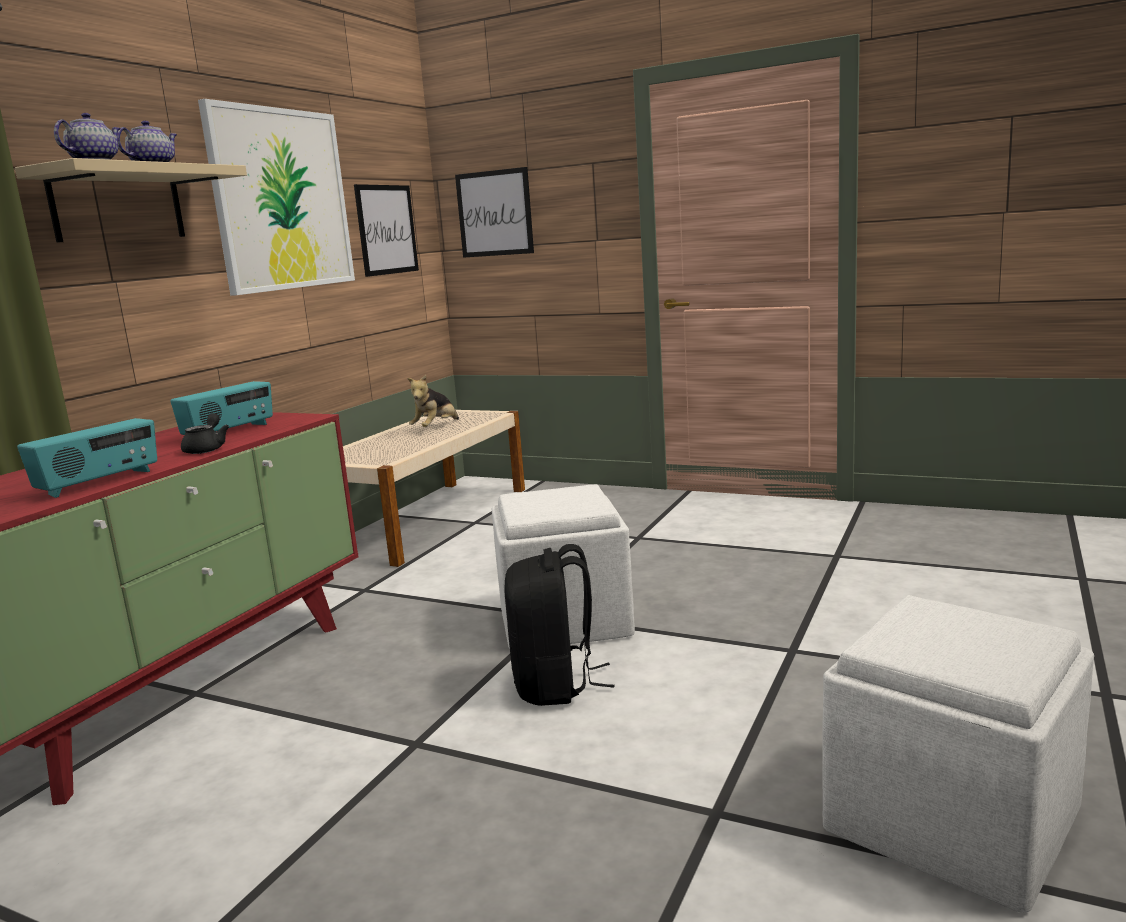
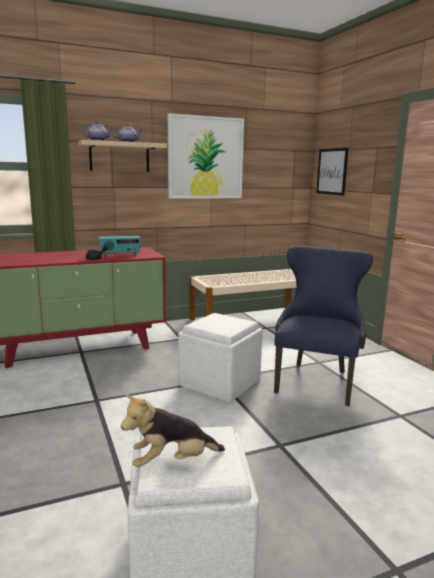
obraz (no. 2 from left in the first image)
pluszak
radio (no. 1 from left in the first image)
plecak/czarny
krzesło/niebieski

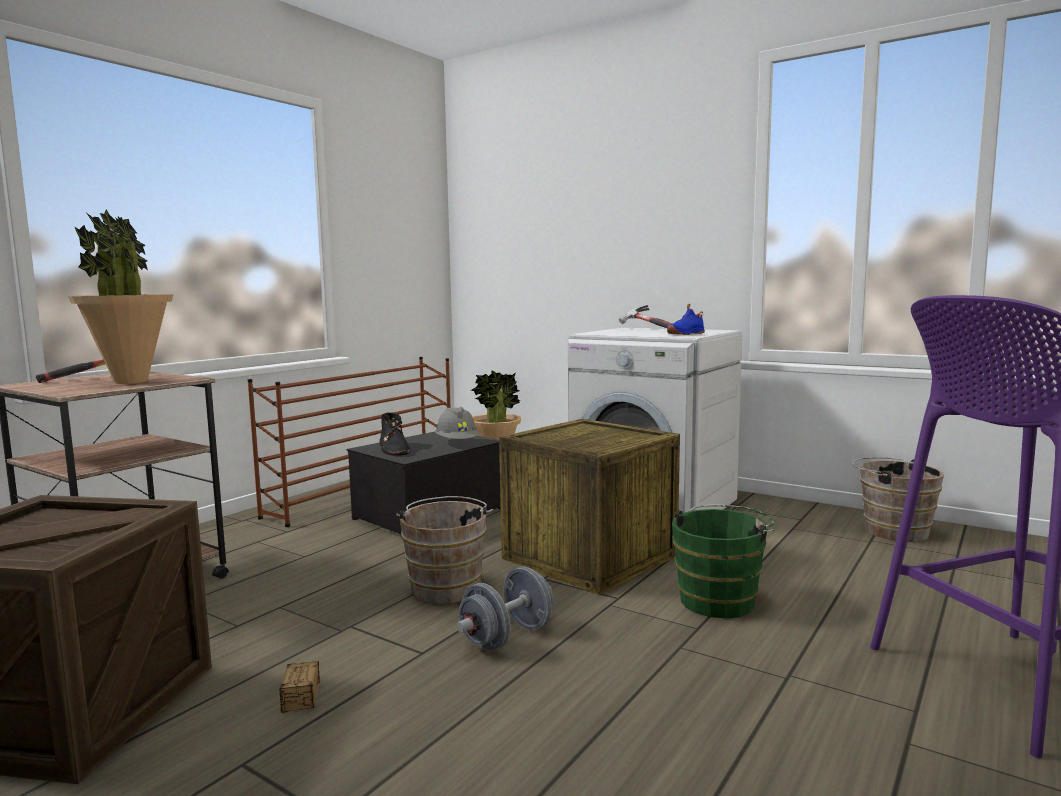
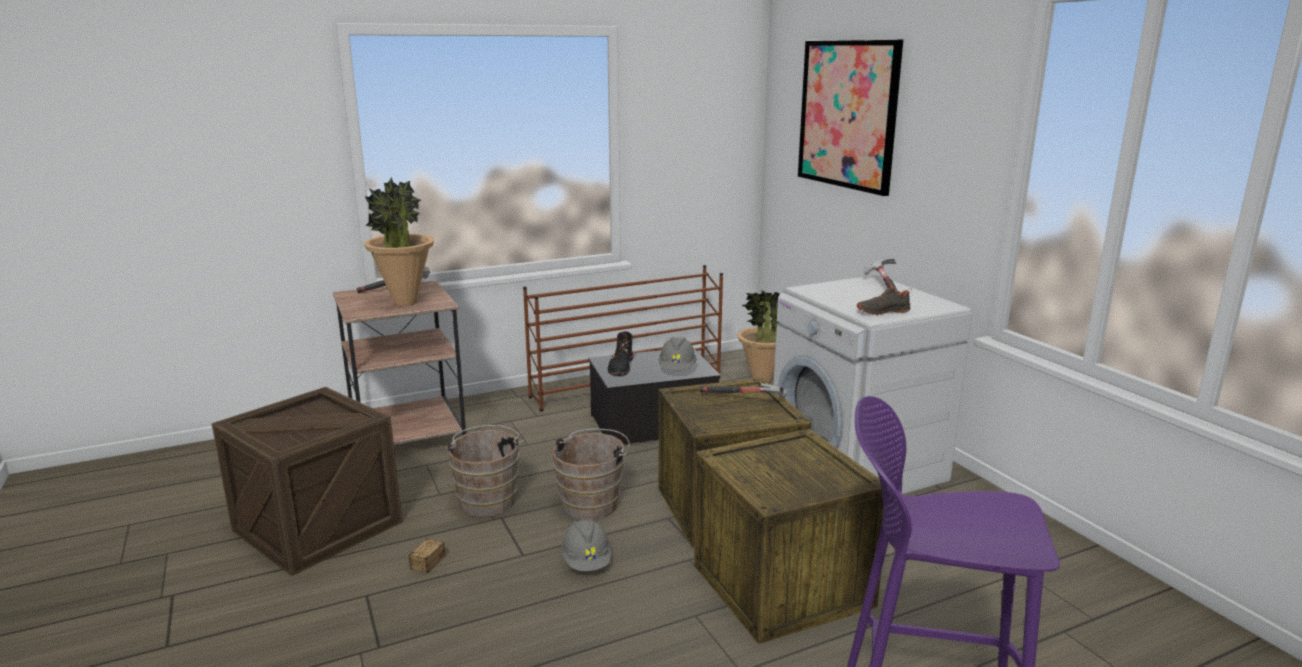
but/czarny
wiadro/brązowy (no. 1 from left)
skrzynka (no. 3 from left)
kask/szary (no. 1 from left)
obraz
młotek (no. 2 from left)

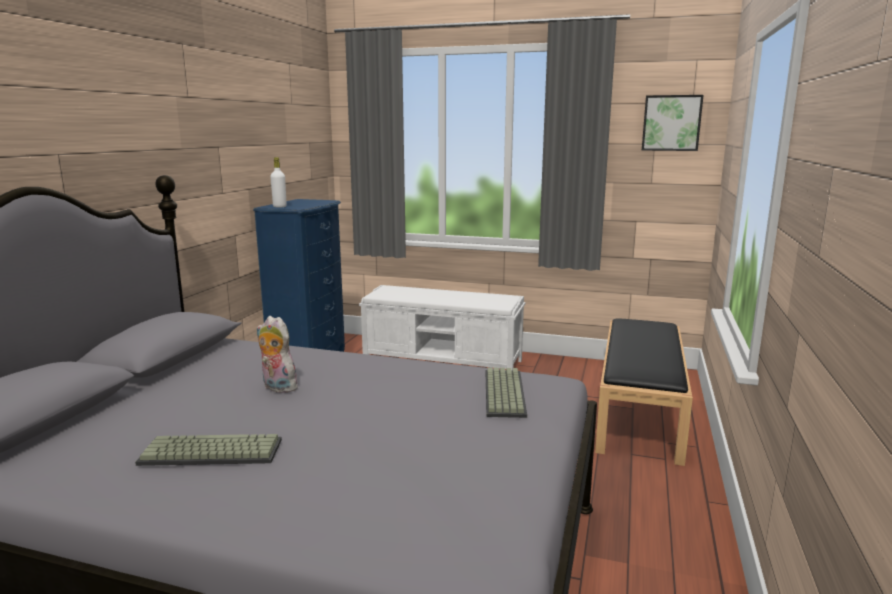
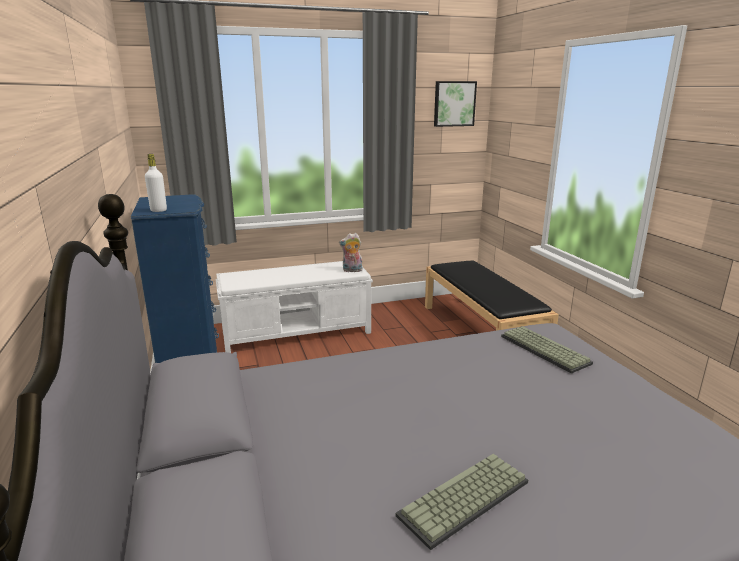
pluszak

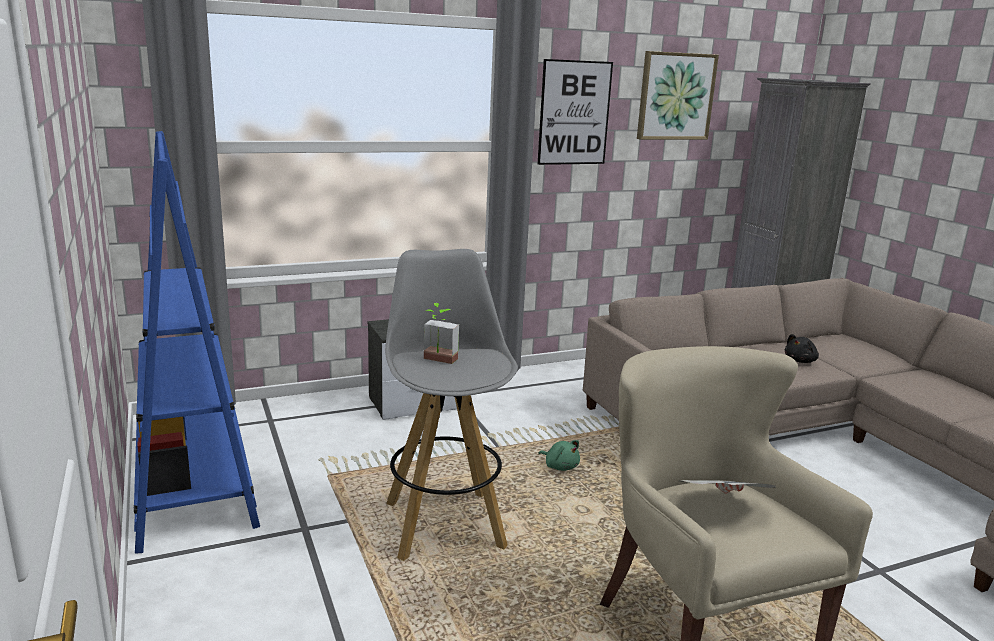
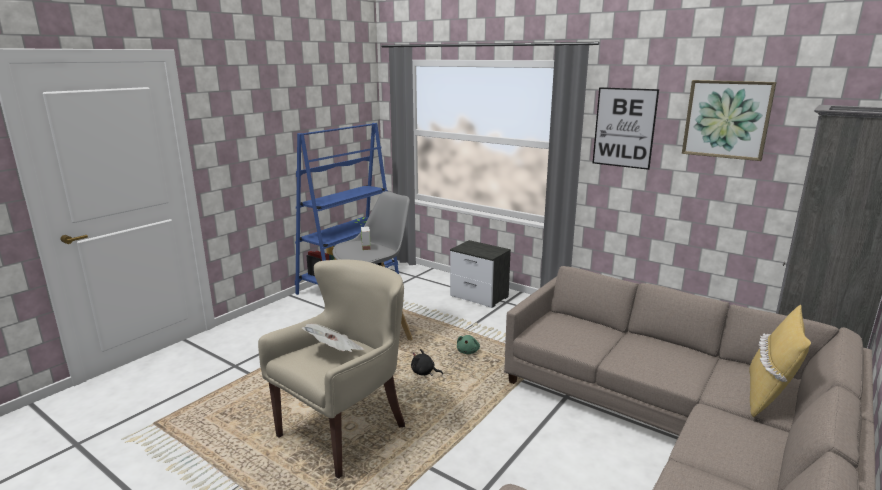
pluszak/czarny
poduszka/żółty

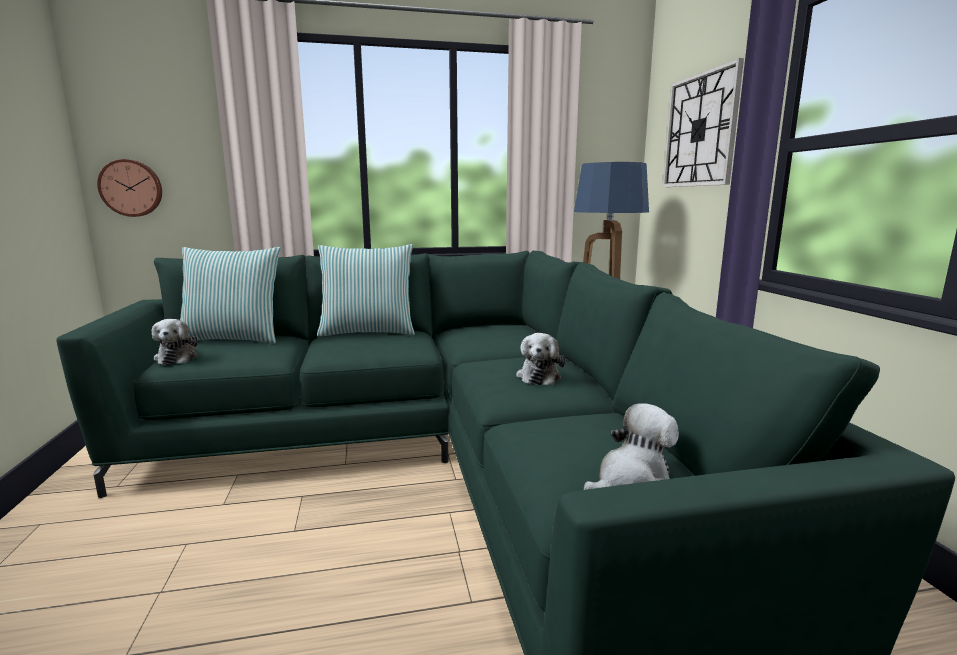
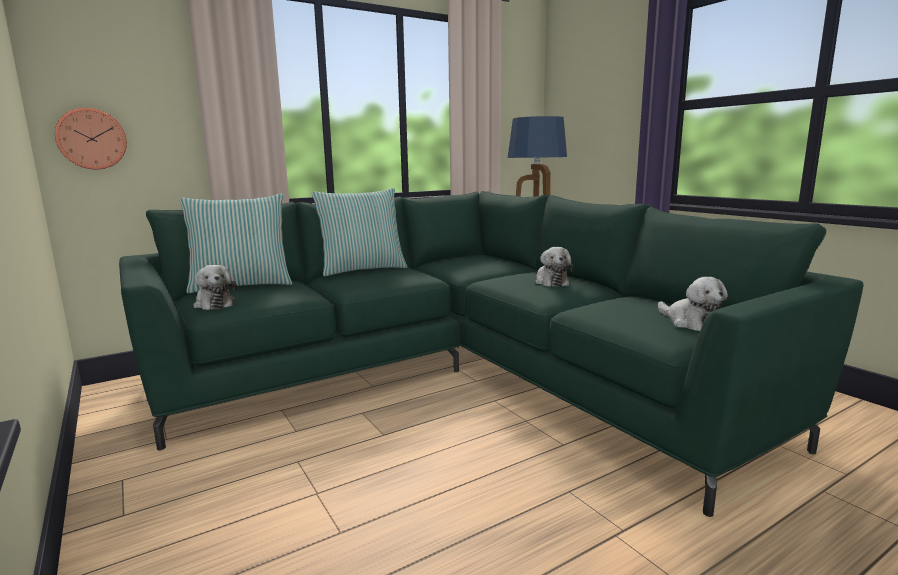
zegar ścienny (no. 2 from left in the first image)
pluszak (no. 3 from left)

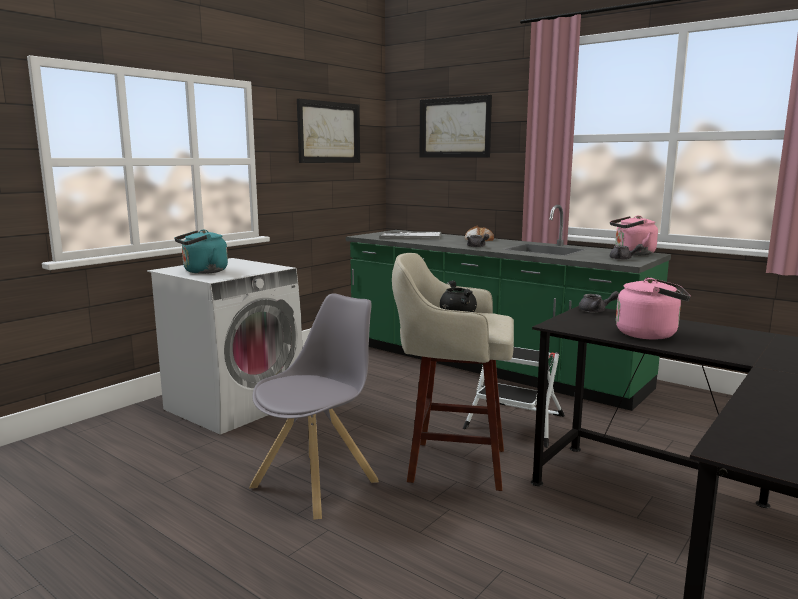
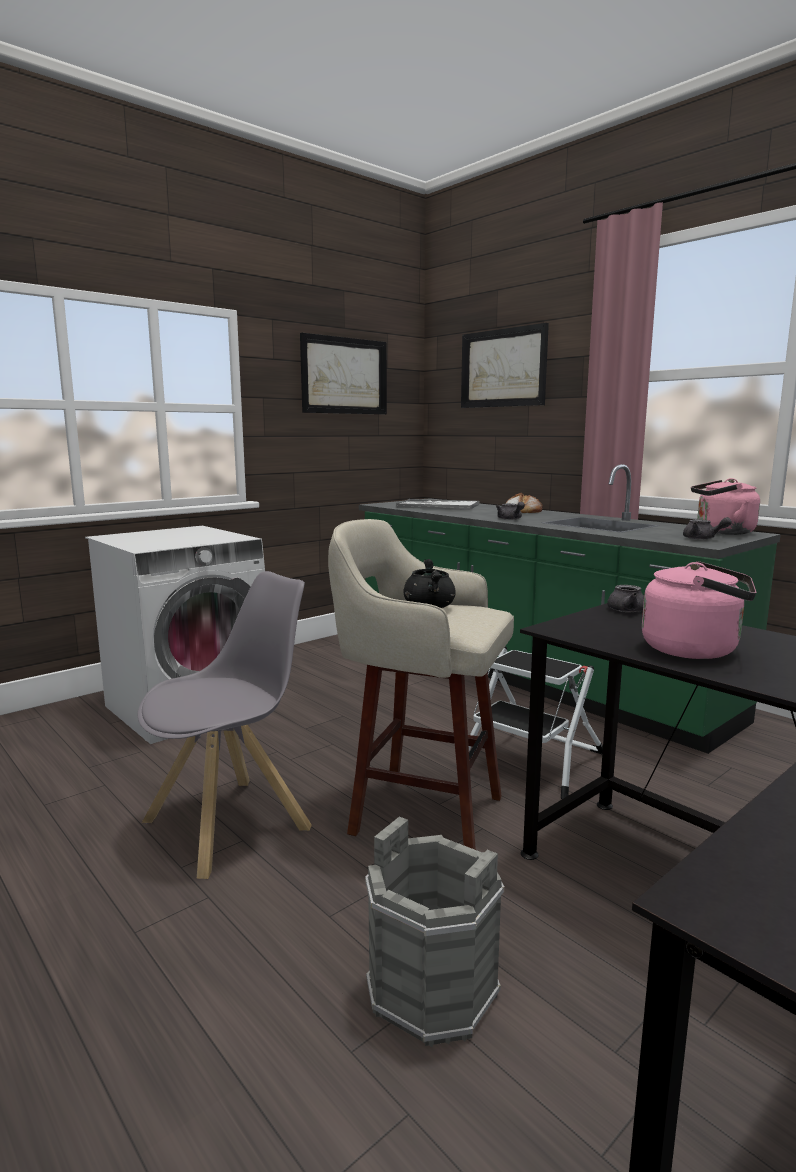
czajnik/turkusowy
wiadro/szary

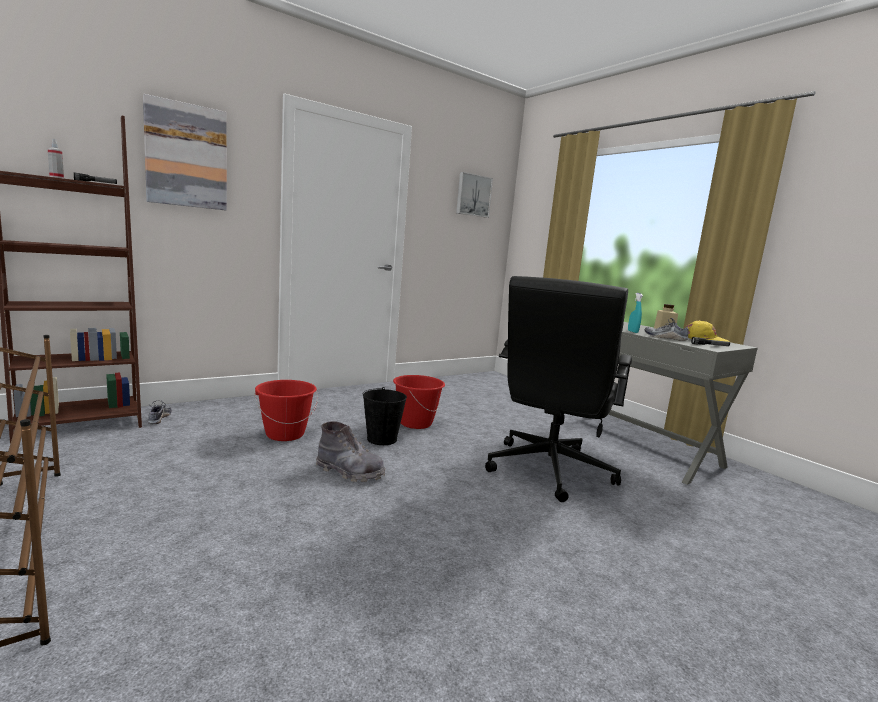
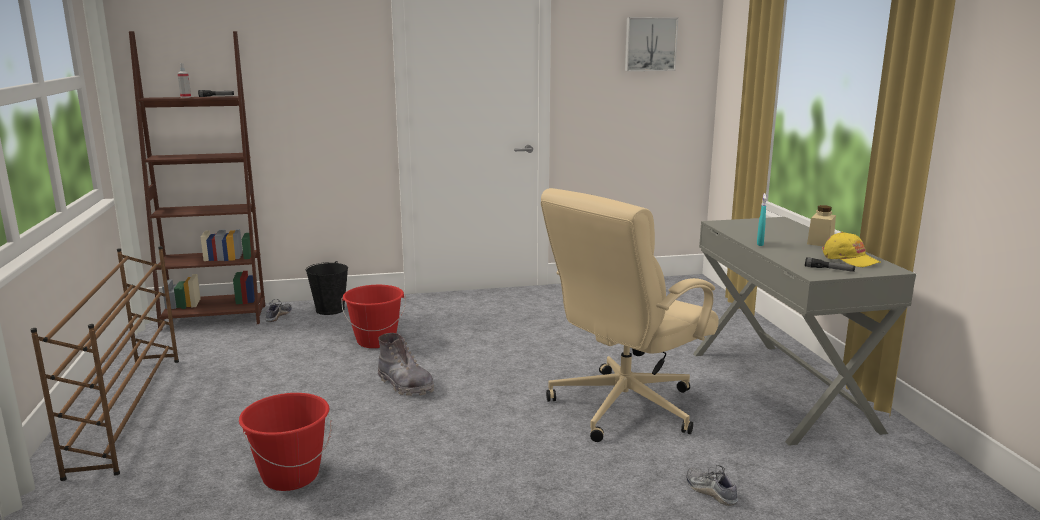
obraz (no. 1 from left in the first image)
krzesło biurowe/beżowy
but (no. 2 from left)
wiadro/czerwony (no. 1 from left)
wiadro/czarny

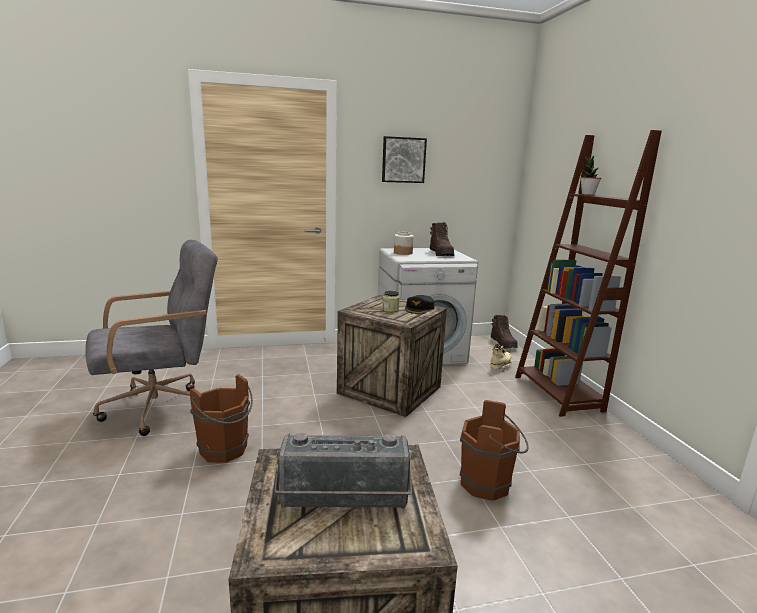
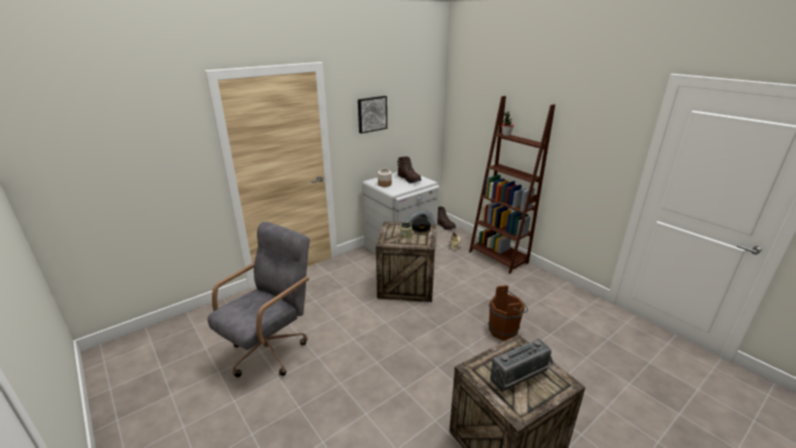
wiadro/brązowy (no. 1 from left in the first image)

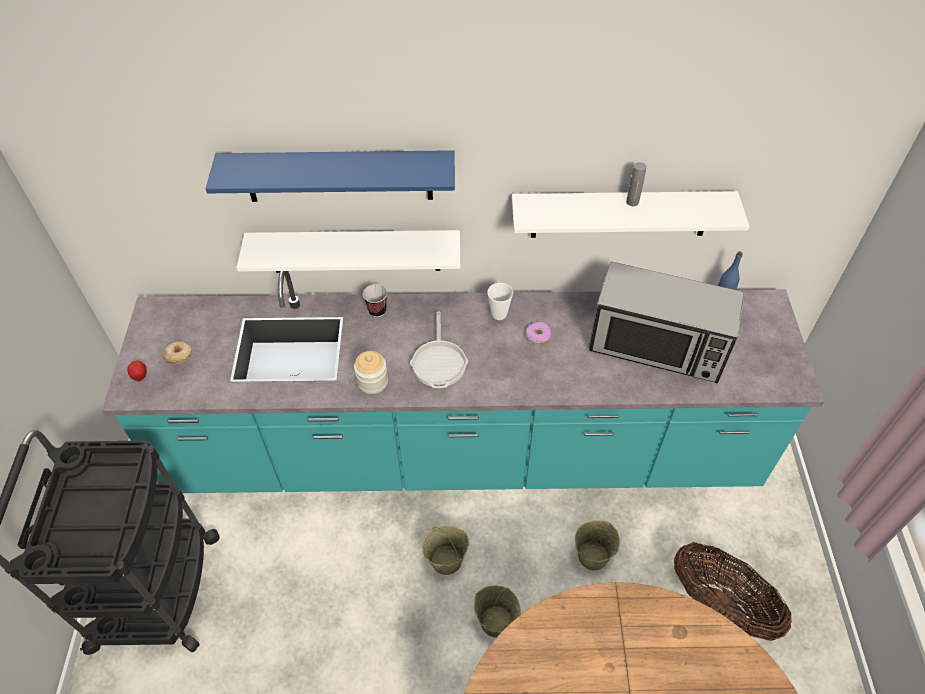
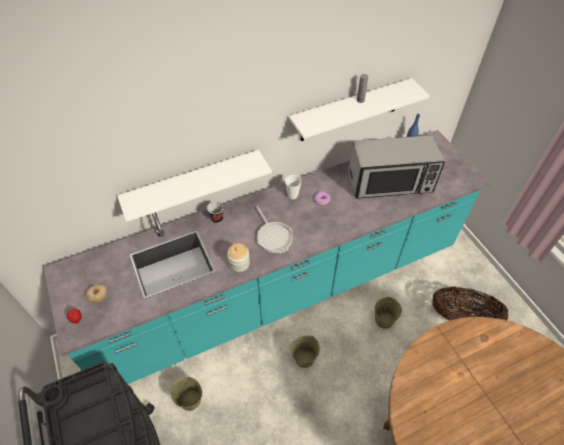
półka/niebieski
wiadro/beżowy (no. 1 from left)

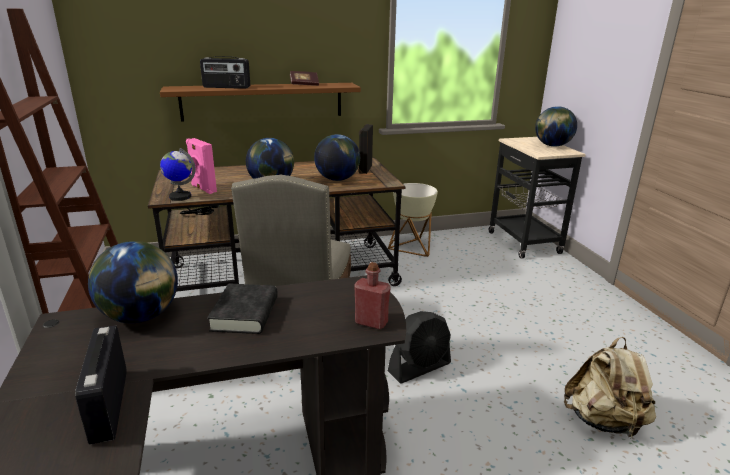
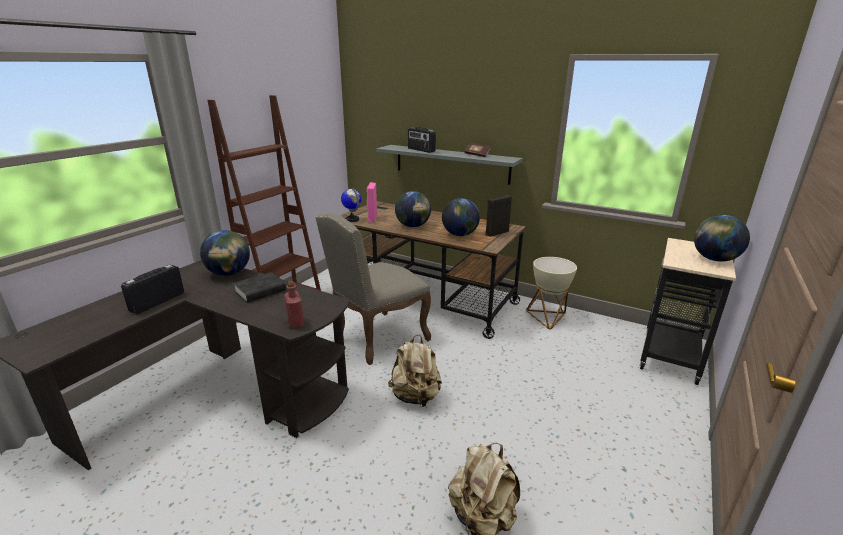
półka/szary
plecak/beżowy (no. 1 from left)

